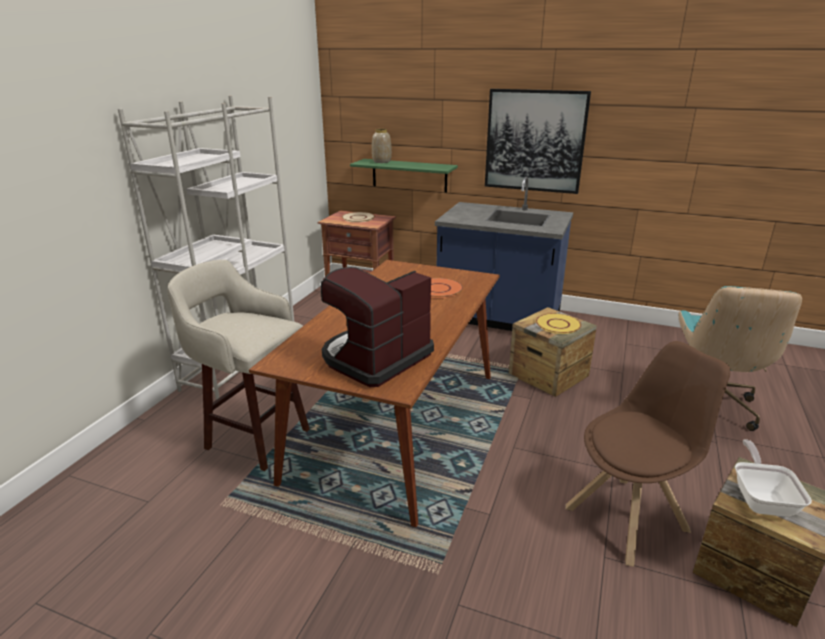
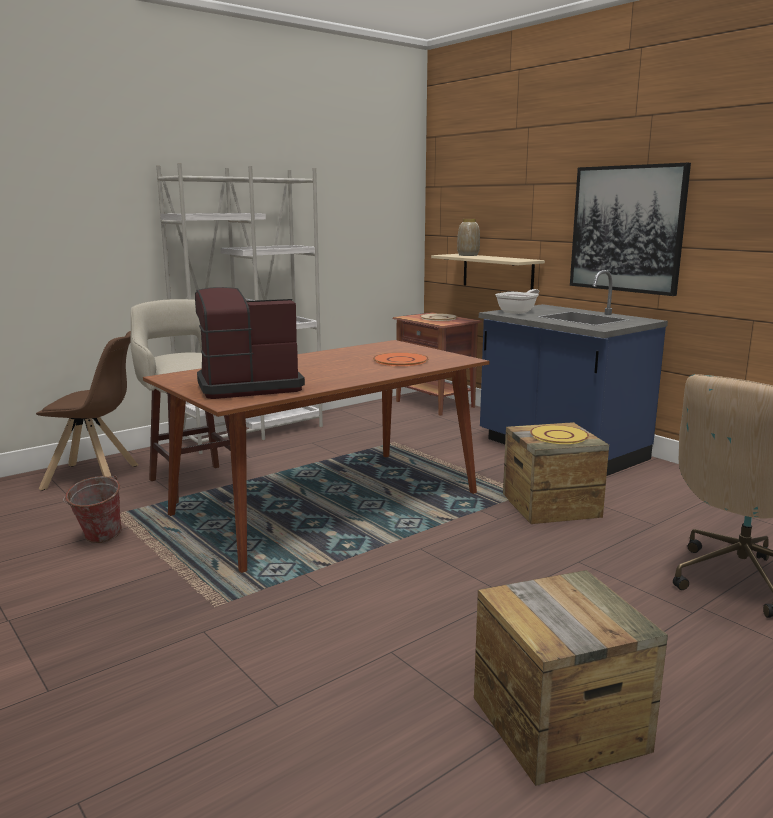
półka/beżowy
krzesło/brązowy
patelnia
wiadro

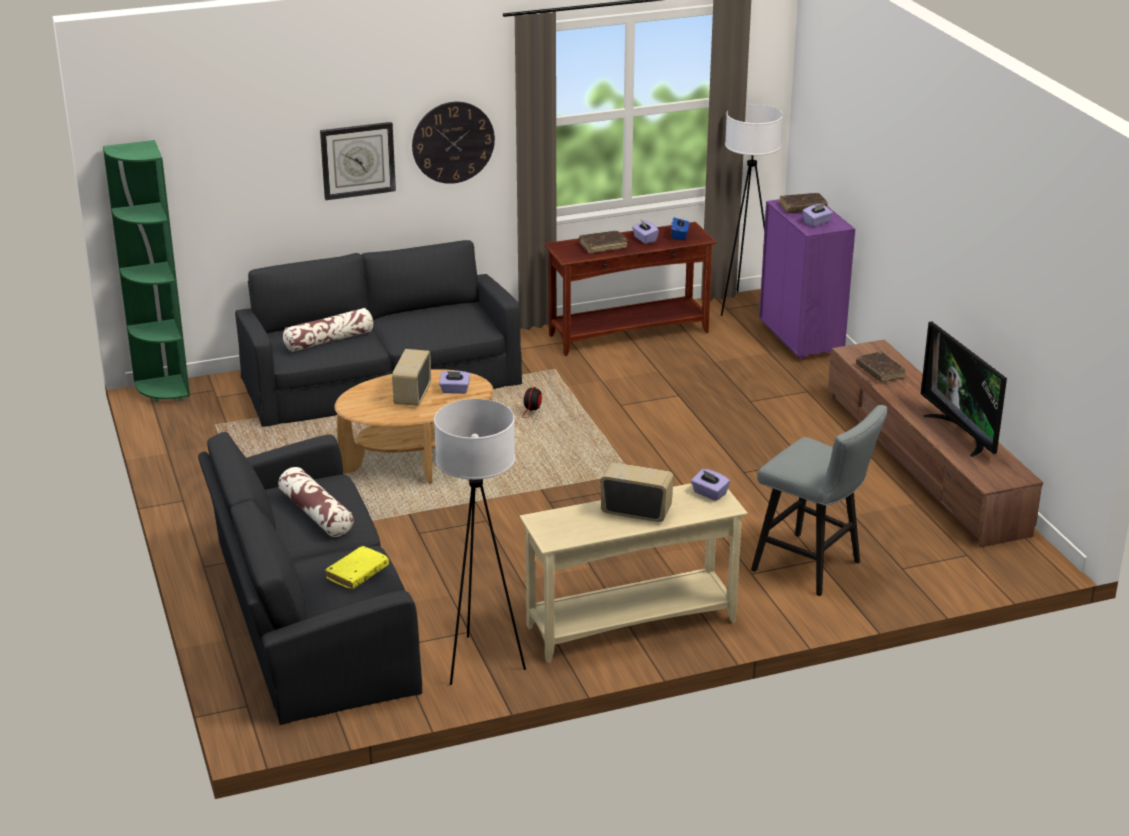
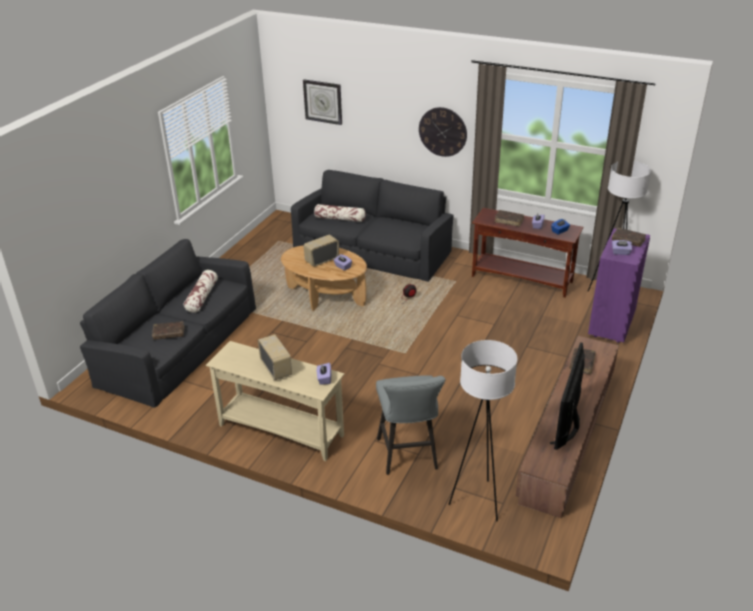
zegar ścienny (no. 1 from left)
regał/zielony
lampa stojąca/biały (no. 1 from left)
książka/brązowy (no. 1 from left)

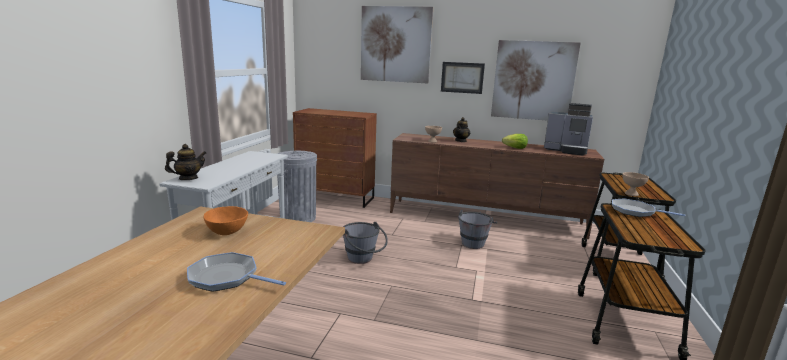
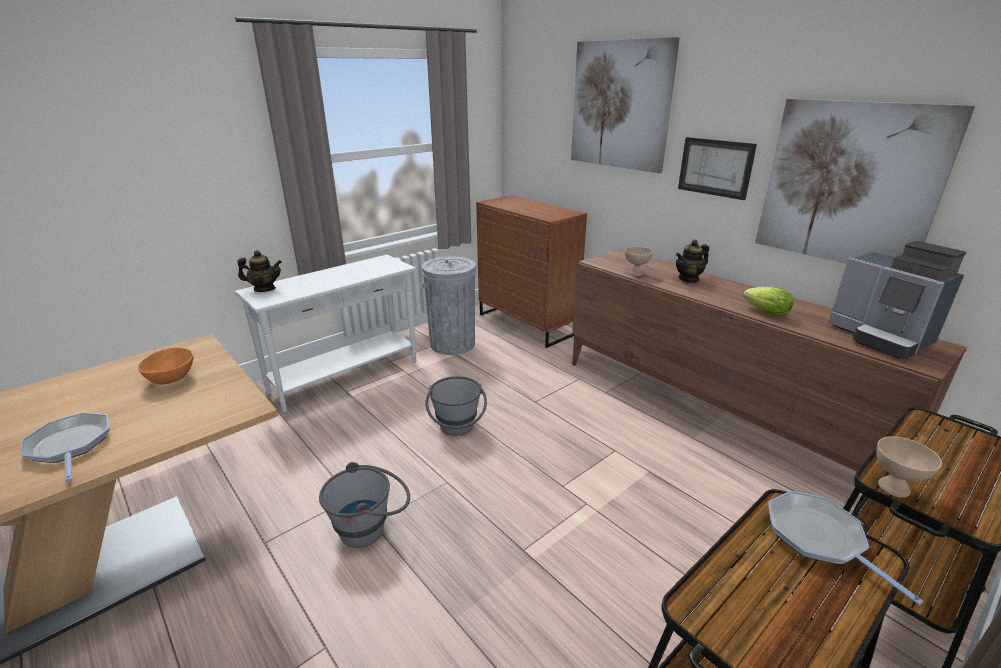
wiadro/szary (no. 1 from left)

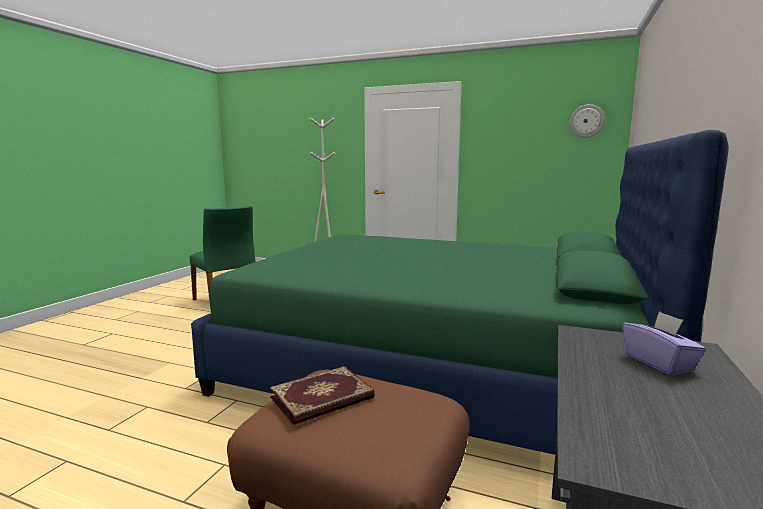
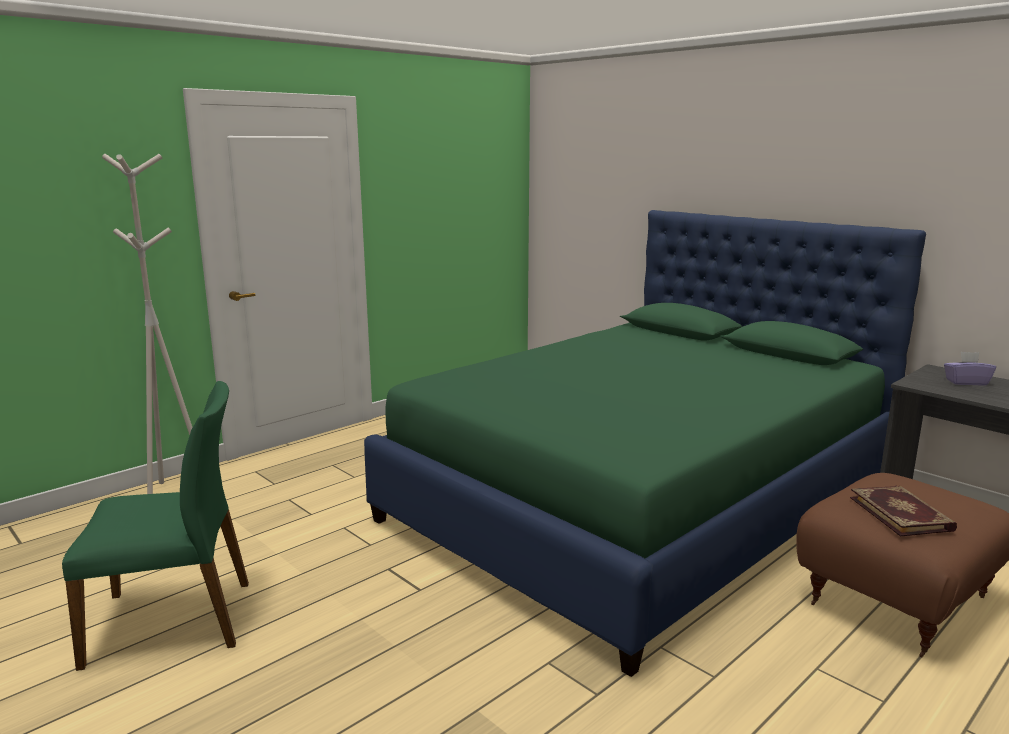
zegar ścienny

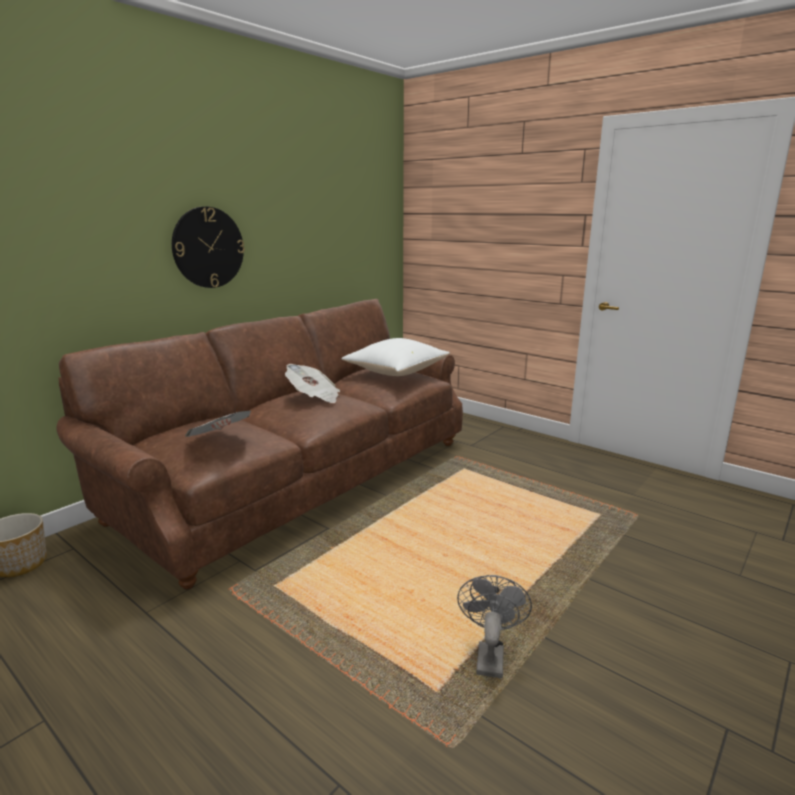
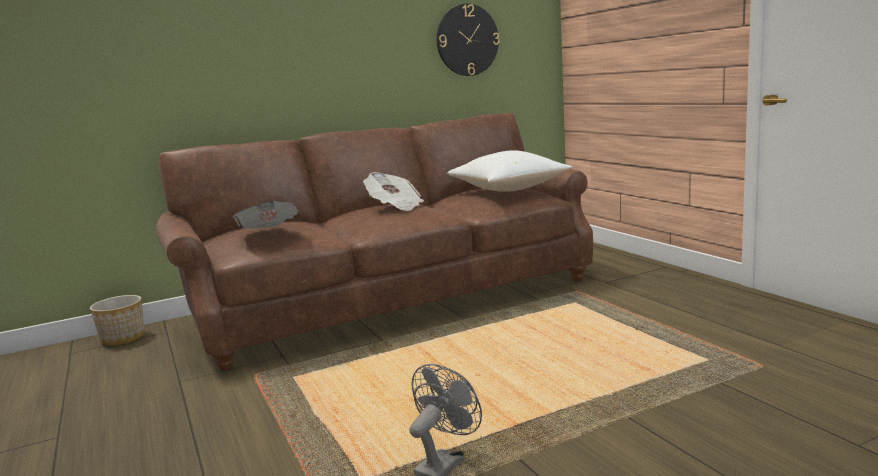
zegar ścienny

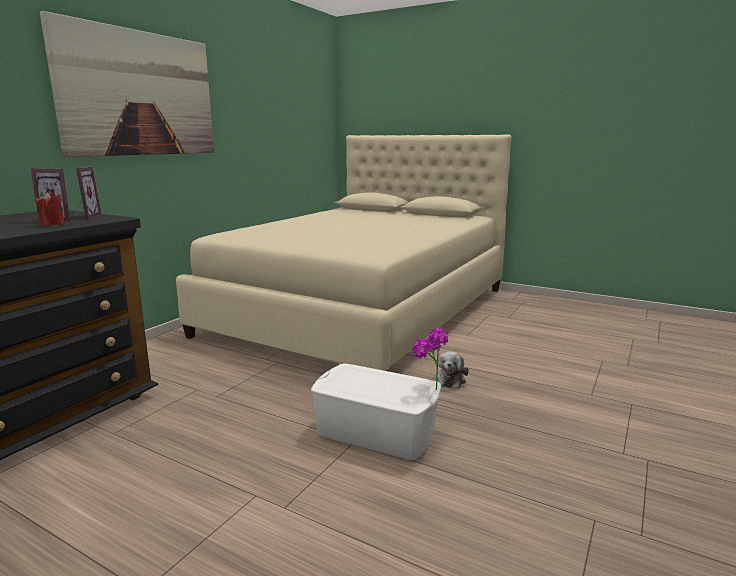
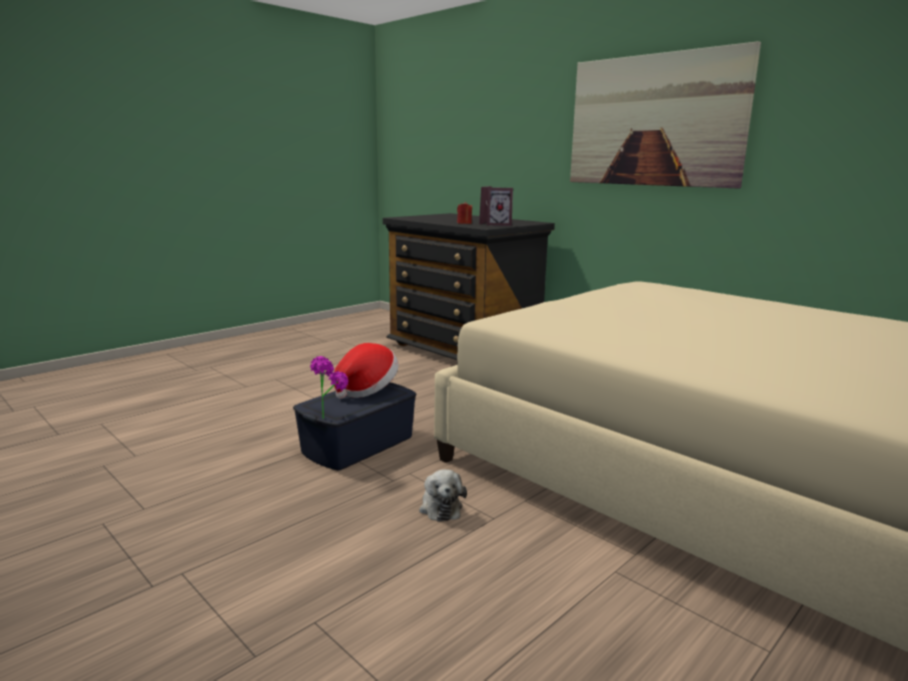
pluszak
pojemnik do przechowywania/niebieski
kapelusz

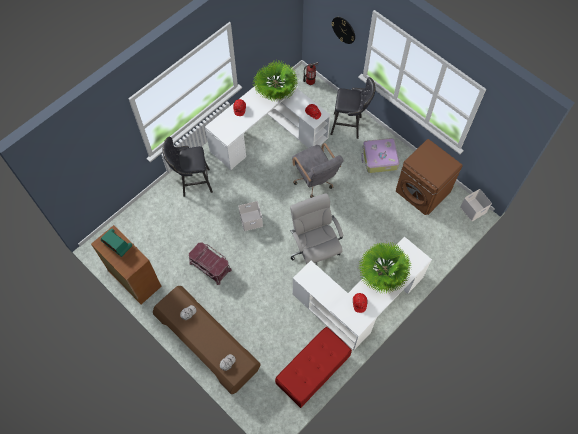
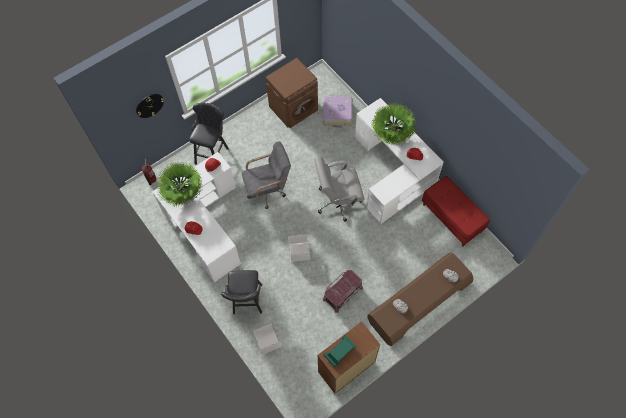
walizka
pojemnik do przechowywania/biały (no. 1 from left)

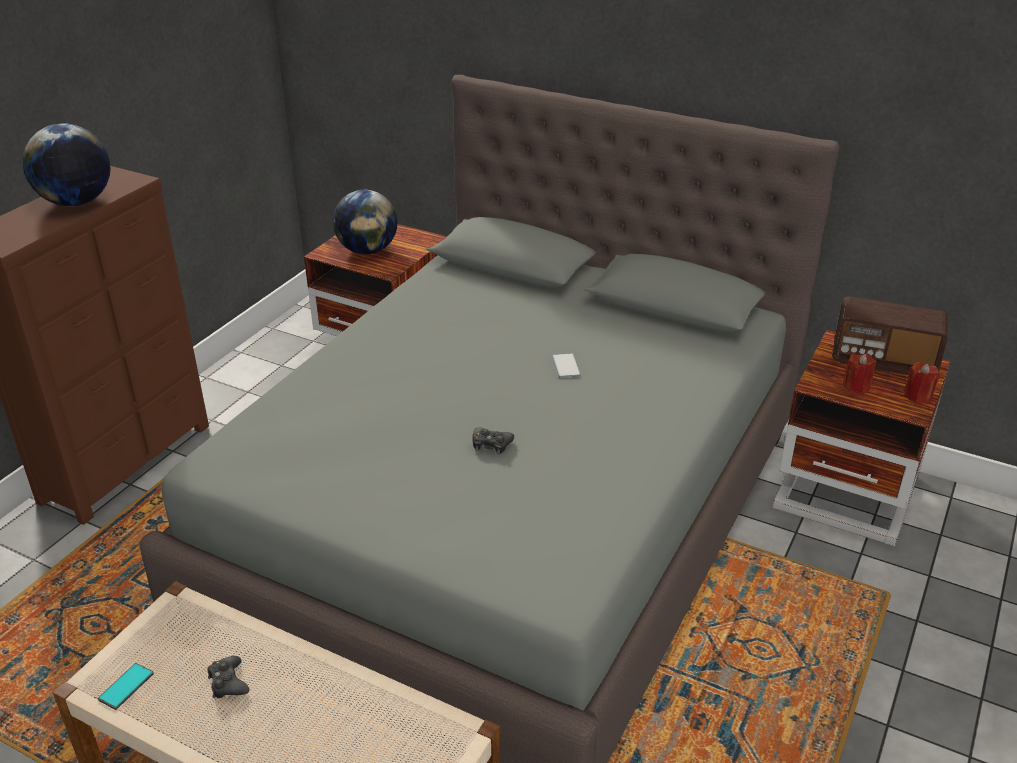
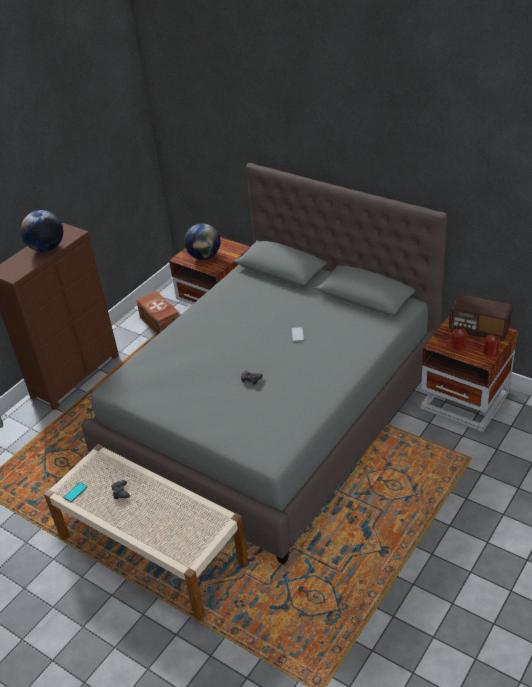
pojemnik do przechowywania/brązowy

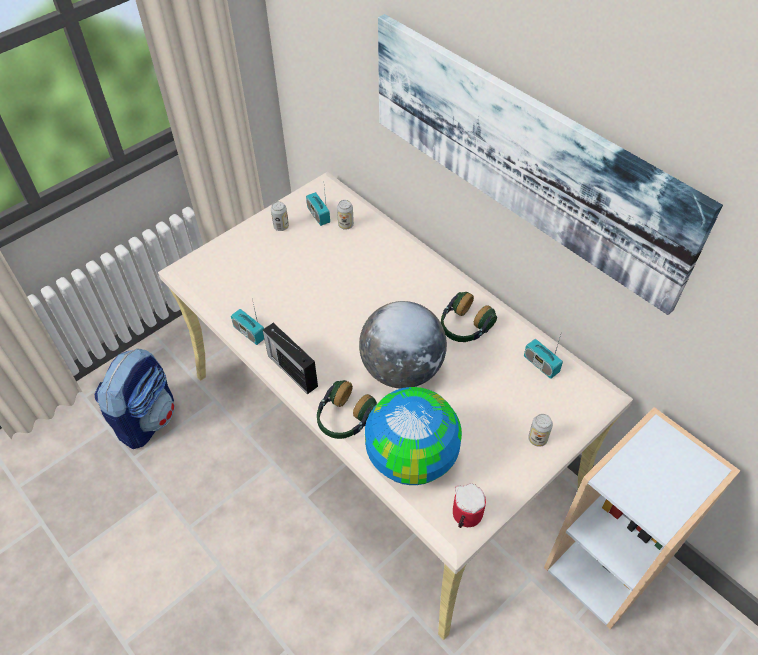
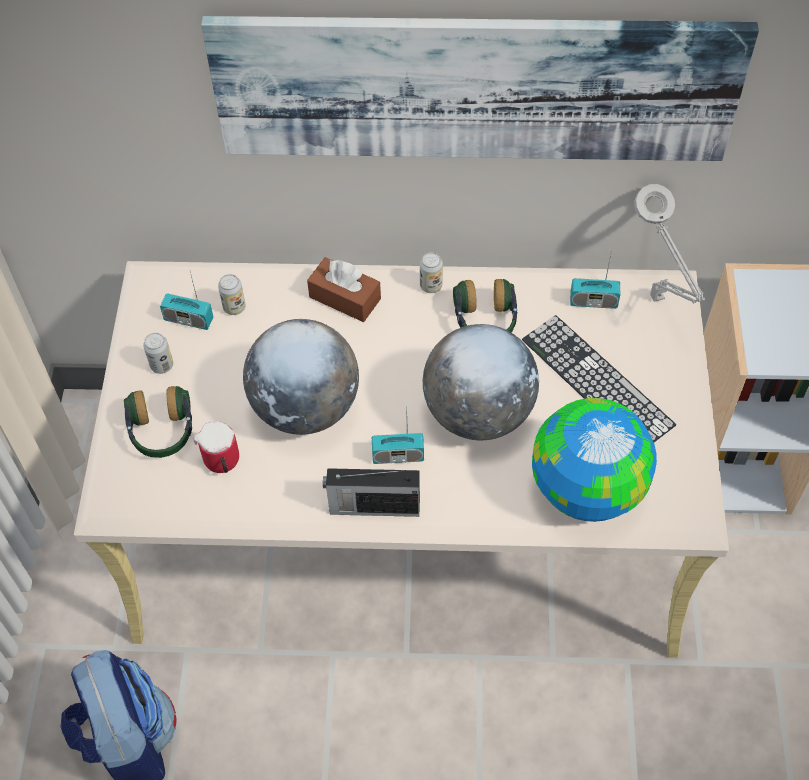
radio (no. 3 from left)
słuchawki (no. 1 from left)
puszka (no. 3 from left)
kubek
lampa stołowa/szary
pudełko chusteczek/brązowy
klawiatura
globus (no. 1 from left)

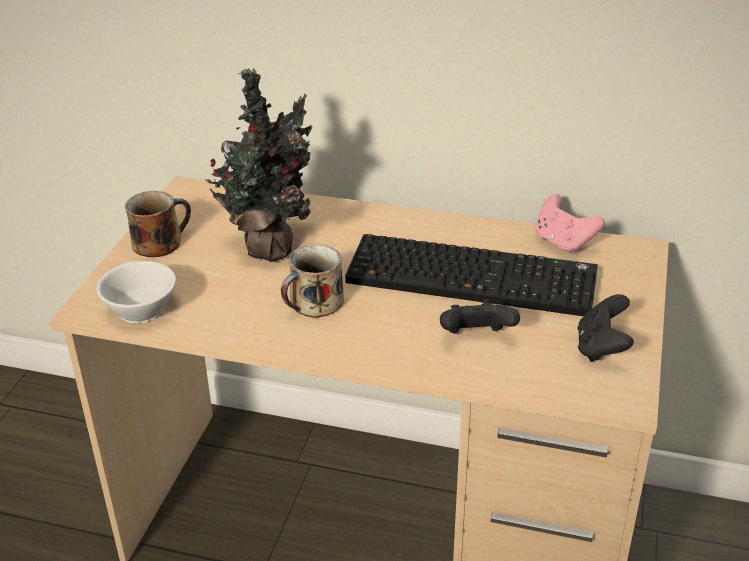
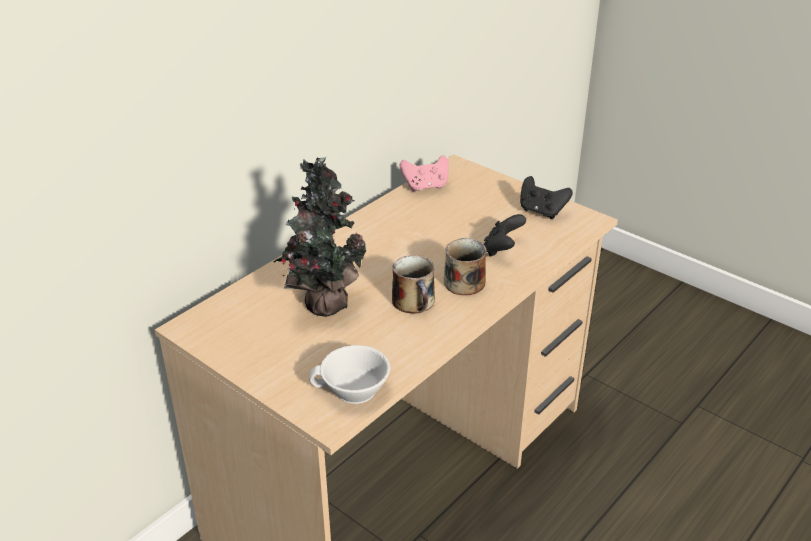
kubek (no. 2 from left)
klawiatura

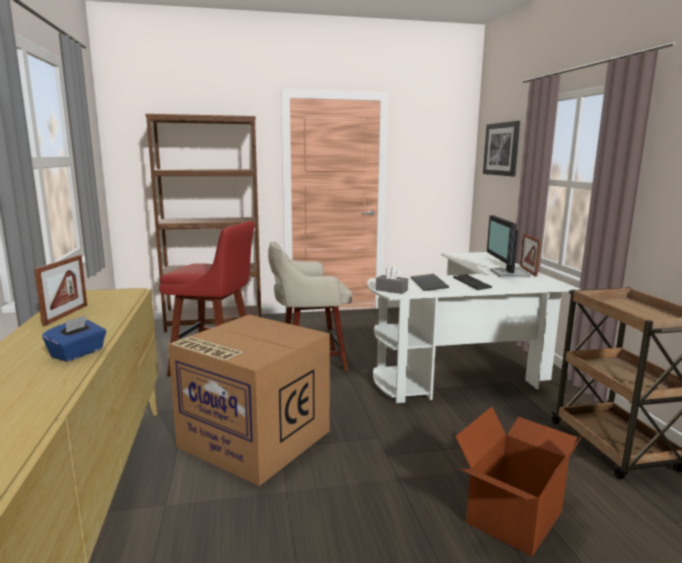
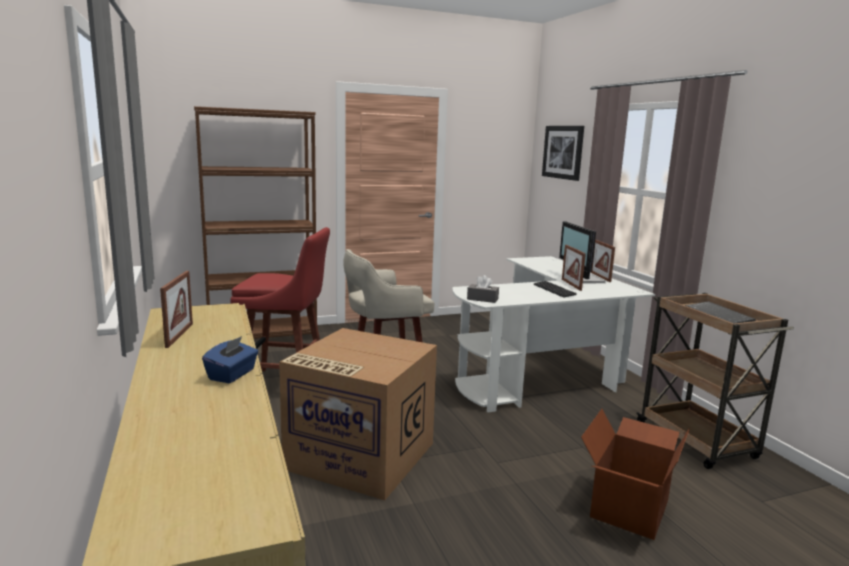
klawiatura (no. 2 from left)
ramka na zdjęcie (no. 2 from left)

